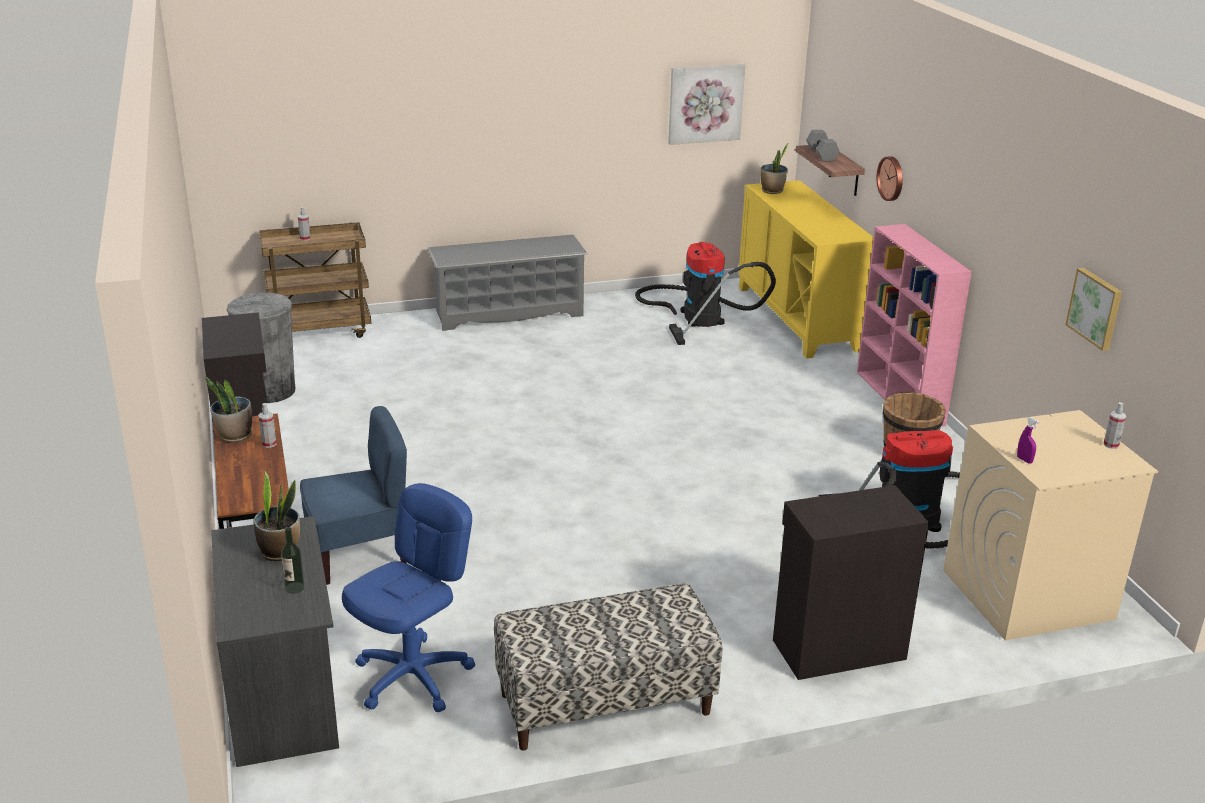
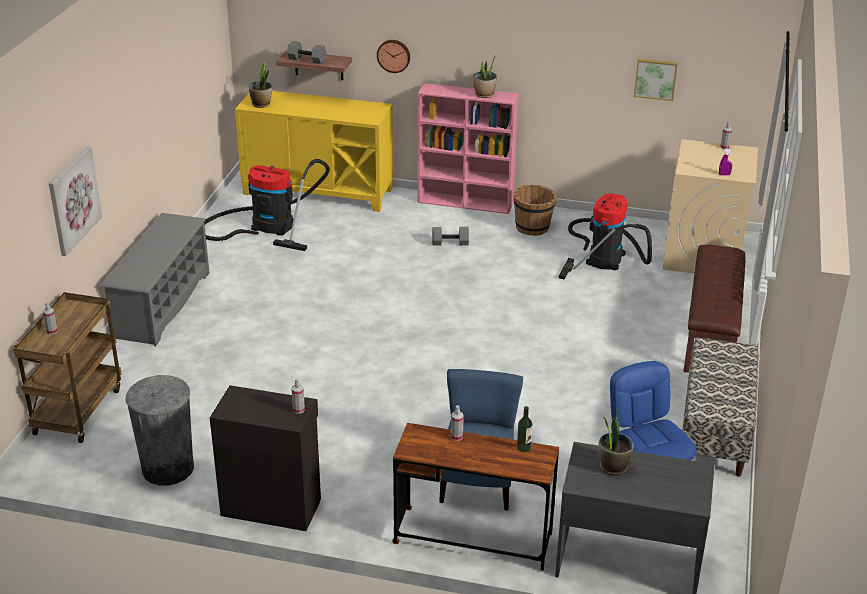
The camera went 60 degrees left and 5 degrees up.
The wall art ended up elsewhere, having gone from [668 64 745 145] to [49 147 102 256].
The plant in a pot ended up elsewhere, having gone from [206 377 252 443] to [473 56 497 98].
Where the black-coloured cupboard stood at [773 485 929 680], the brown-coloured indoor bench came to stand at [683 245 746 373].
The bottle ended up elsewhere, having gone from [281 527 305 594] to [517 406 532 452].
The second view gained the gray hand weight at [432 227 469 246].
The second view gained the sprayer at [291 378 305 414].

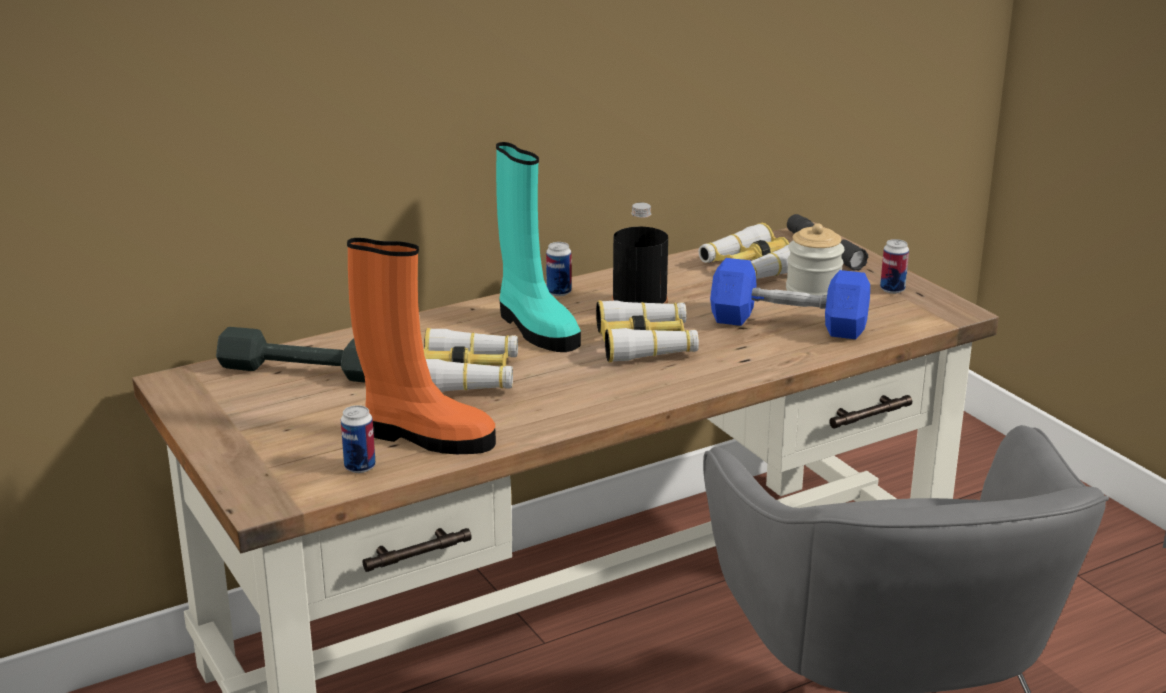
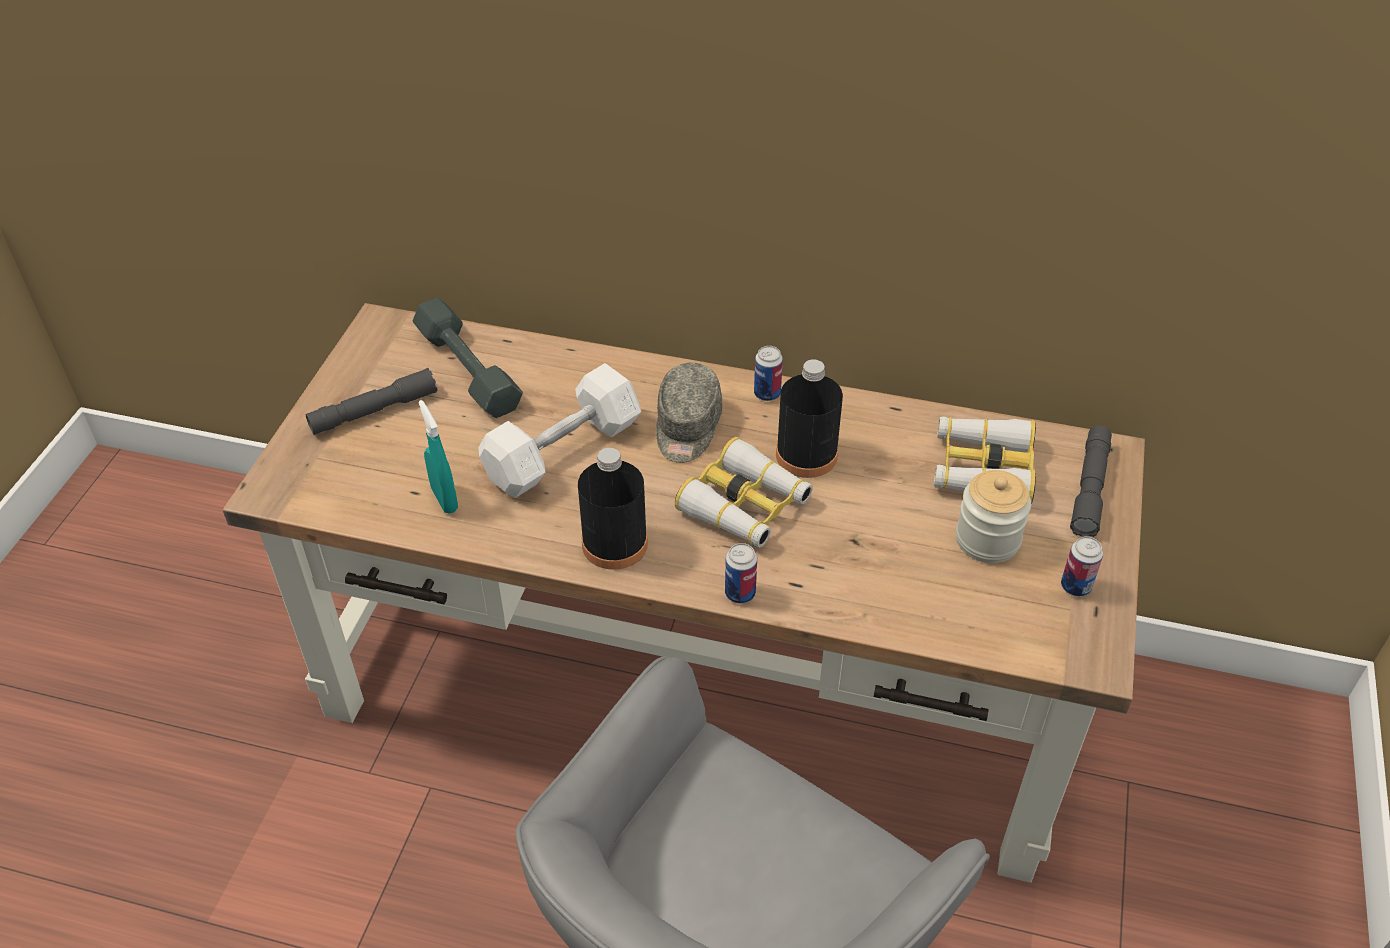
The camera went 45 degrees right and 20 degrees up.
Where the blue-green high-top boot stood at [496 142 581 352], the gray cap came to stand at [656 363 722 463].
Where the orange high-top boot stood at [347 238 496 454], the blue-green sprayer came to stand at [418 400 458 514].
The second view lost the blue hand weight at [710 258 870 339].
Where the binoculars stood at [423 328 518 392], the whitish hand weight came to stand at [478 363 641 498].
The can ended up elsewhere, having gone from [341 405 376 473] to [725 543 757 604].
The second view gained the gray hand torch at [306 368 438 435].
The second view gained the black-coloured bottle at [578 448 648 570].

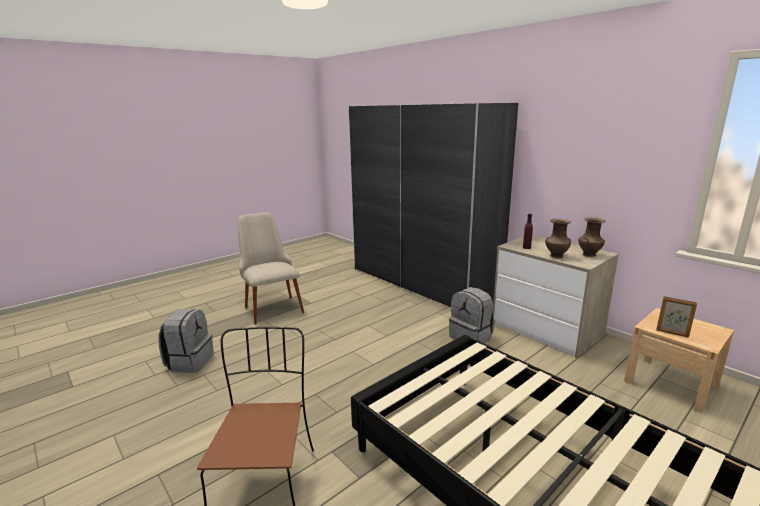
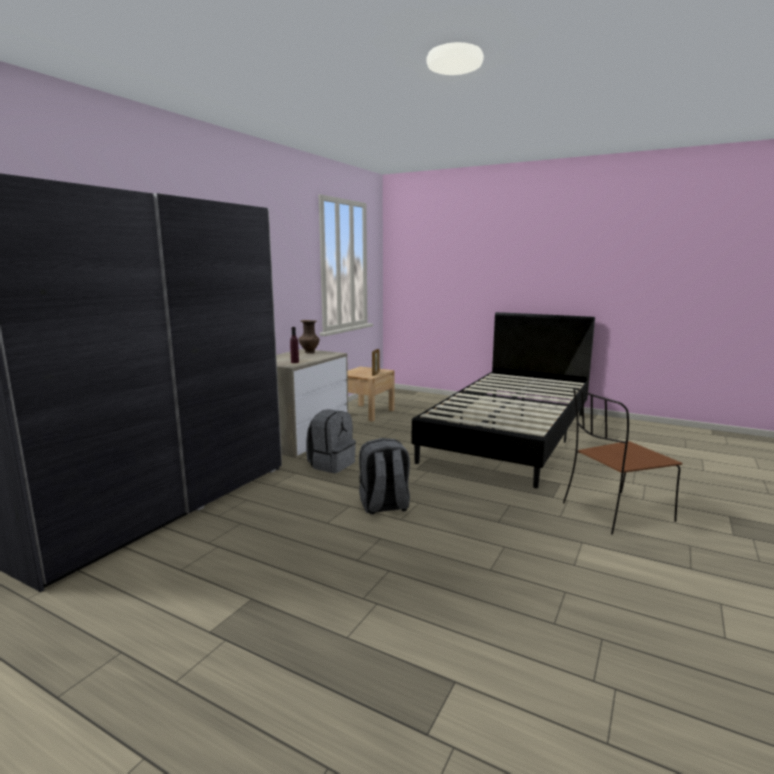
The camera went 110 degrees left and 5 degrees down.
The second view lost the beige-coloured plain chair at [238 212 304 325].
The second view lost the brown-coloured decorative vase at [545 219 571 258].
The gray backpack ended up elsewhere, having gone from [158 309 214 373] to [359 438 410 514].

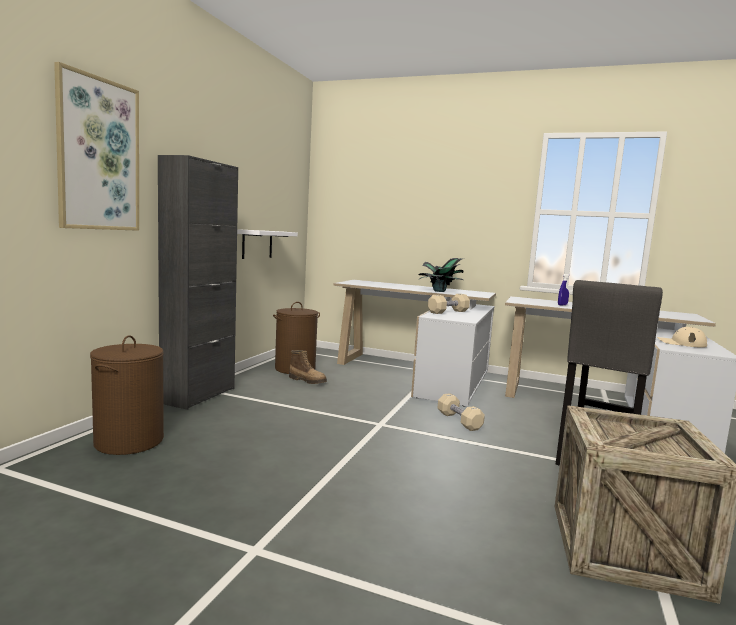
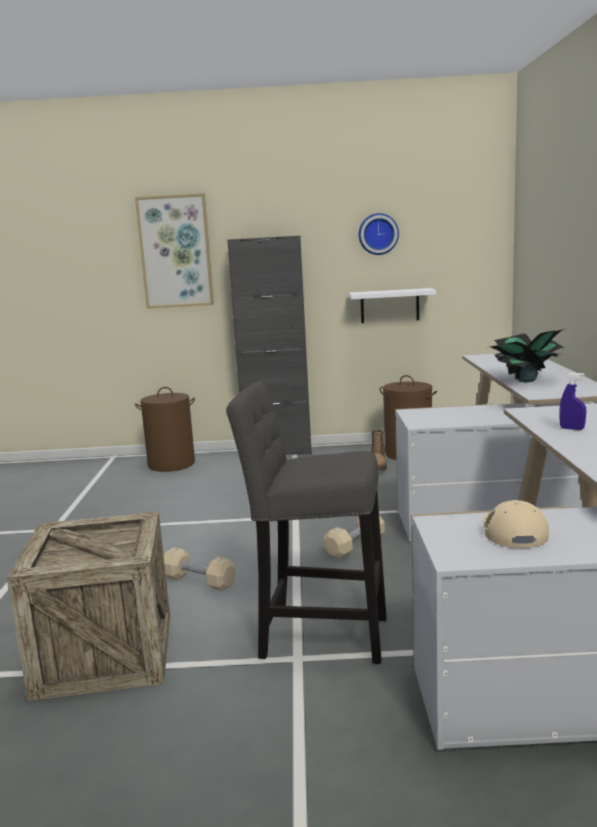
The camera went 70 degrees right and 5 degrees up.
The beige-coloured hand weight ended up elsewhere, having gone from [428 294 470 314] to [164 547 235 591].
The second view gained the wall clock at [359 213 399 255].

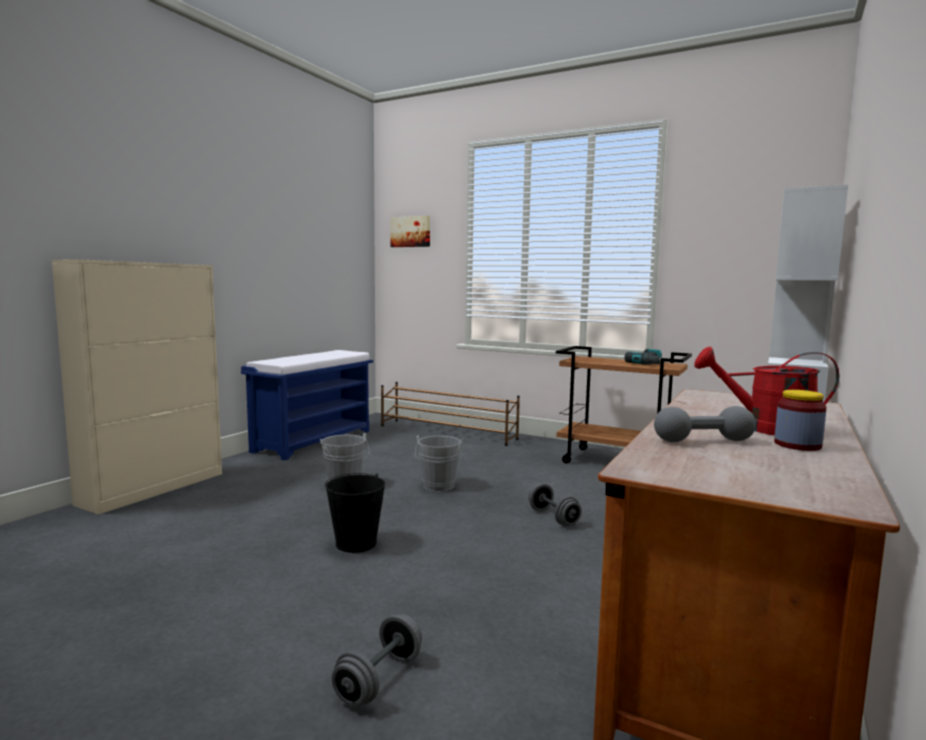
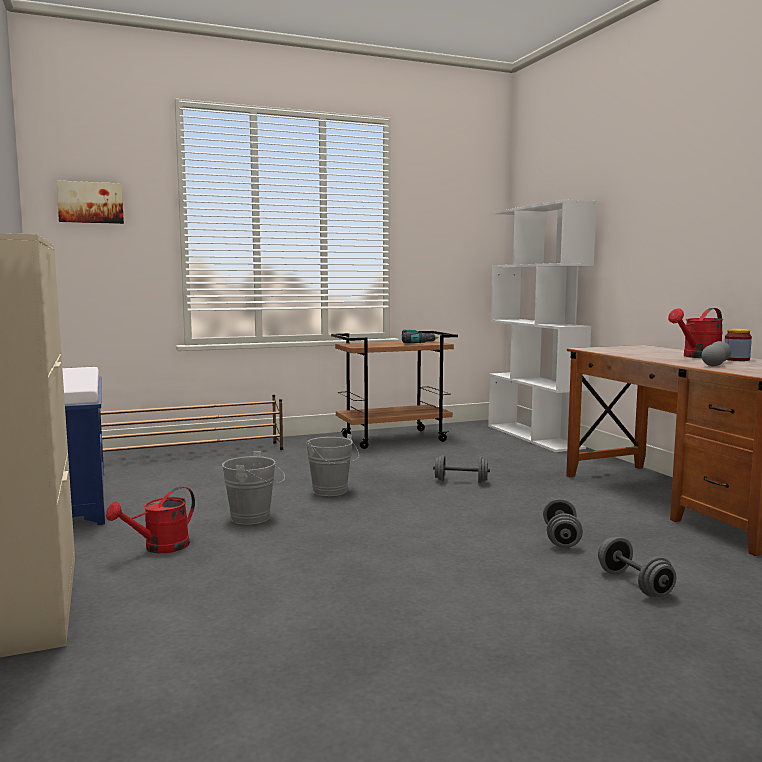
The camera went 50 degrees left and 0 degrees up.
The second view lost the black-coloured bucket at [325 473 385 553].
The second view gained the red watering pot at [106 486 195 553].
The second view gained the gray hand weight at [543 498 583 548].

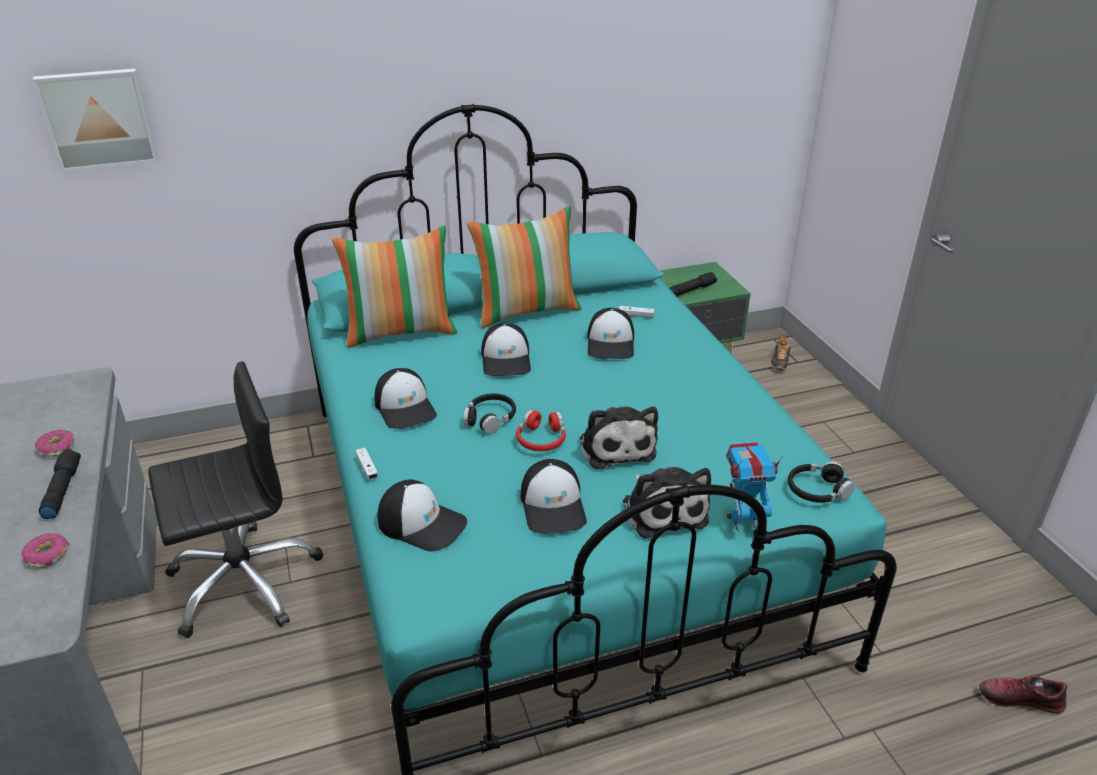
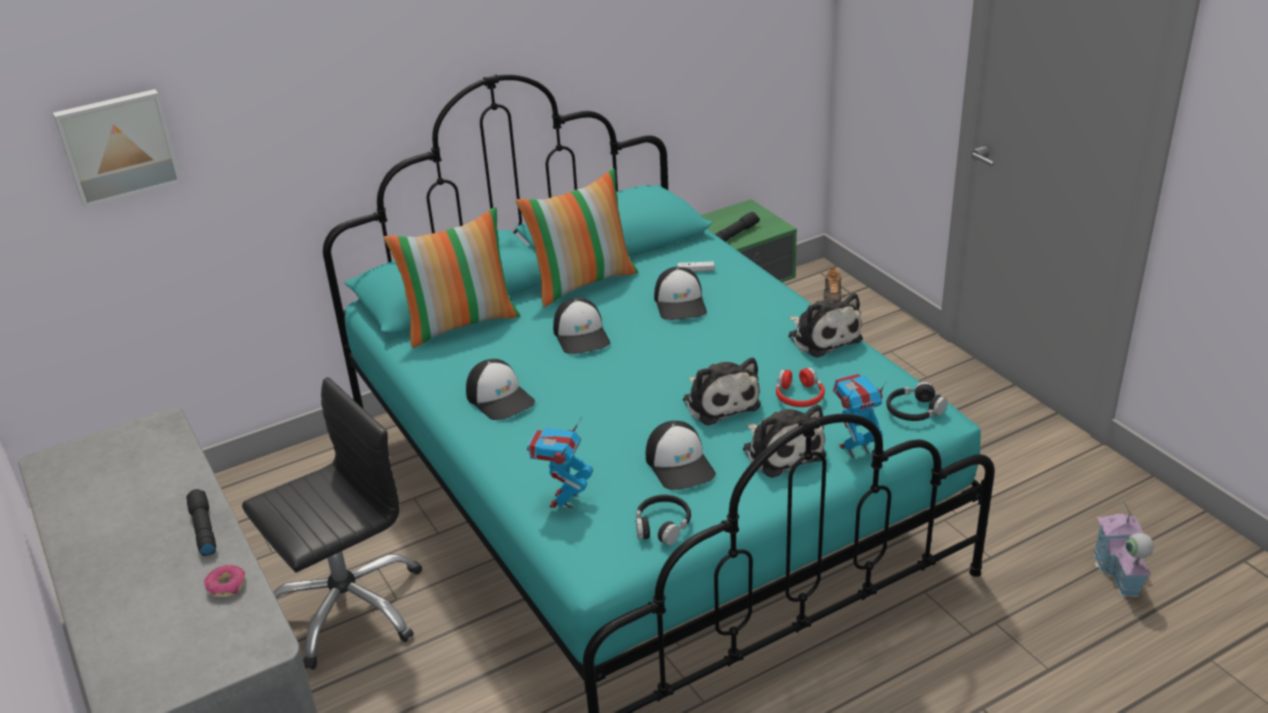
The camera went 10 degrees left and 0 degrees up.
The black-coloured headset ended up elsewhere, having gone from [463 393 516 434] to [636 495 691 545].
The red headset ended up elsewhere, having gone from [516 410 566 451] to [776 367 825 407].
The second view lost the doughnut at [35 430 74 457].
The second view lost the whitish joypad at [355 447 379 480].
Where the cap stood at [378 479 467 552], the model robot came to stand at [527 417 593 508].
Where the low shoe stood at [979 674 1067 714], the miniature house came to stand at [1093 499 1154 597].
The second view gained the soft toy at [789 293 863 358].

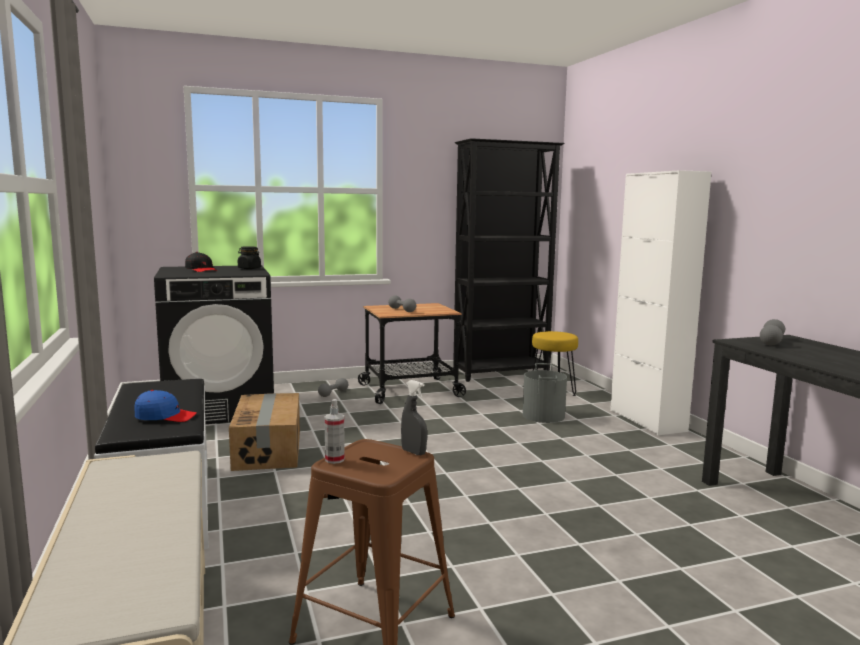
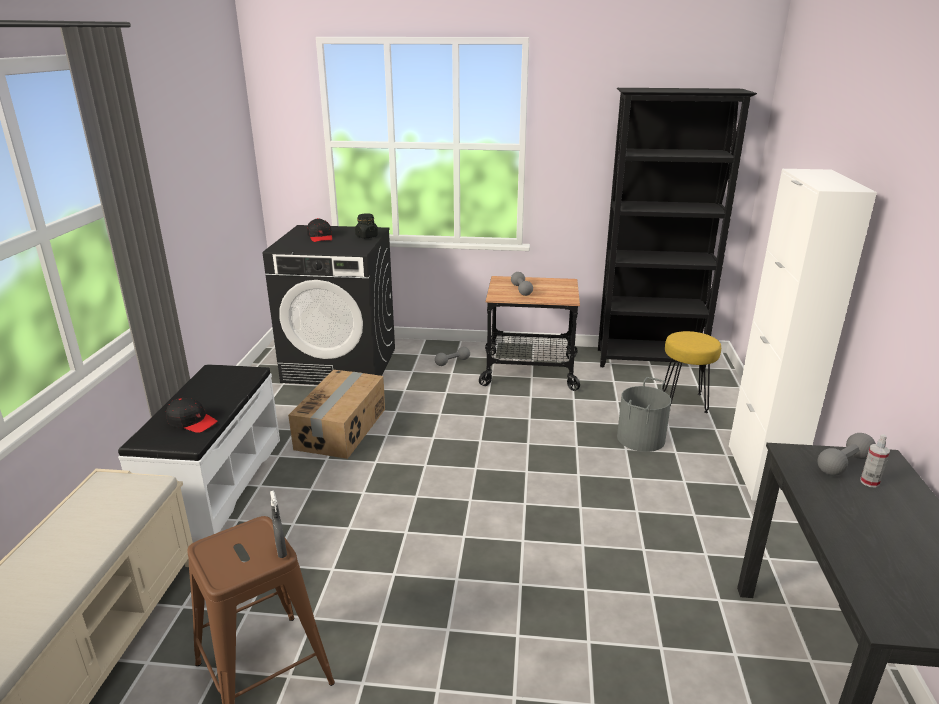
The camera went 25 degrees right and 15 degrees up.
What was the blue cap at [134 390 197 422] turned into the black-coloured cap at [166 398 217 433].
The sprayer ended up elsewhere, having gone from [324 399 345 464] to [860 434 890 487].

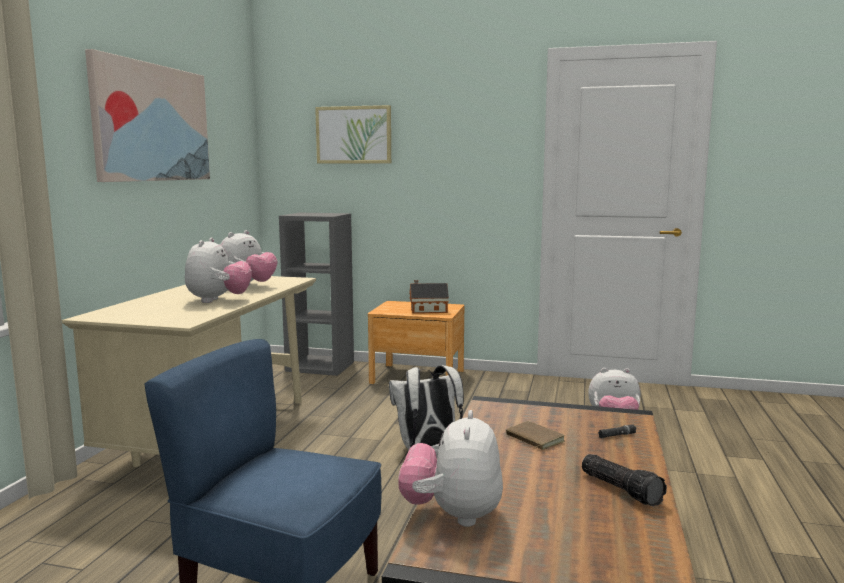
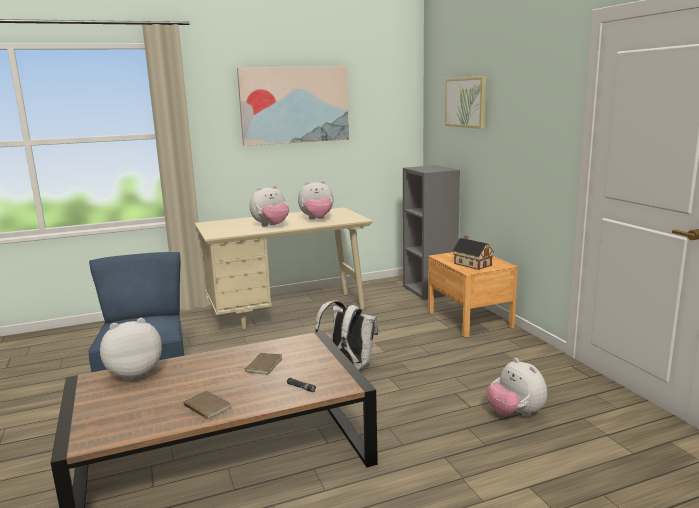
The camera went 55 degrees right and 5 degrees up.
Where the hand torch stood at [582 454 667 506], the brown-coloured book came to stand at [183 391 231 420].

